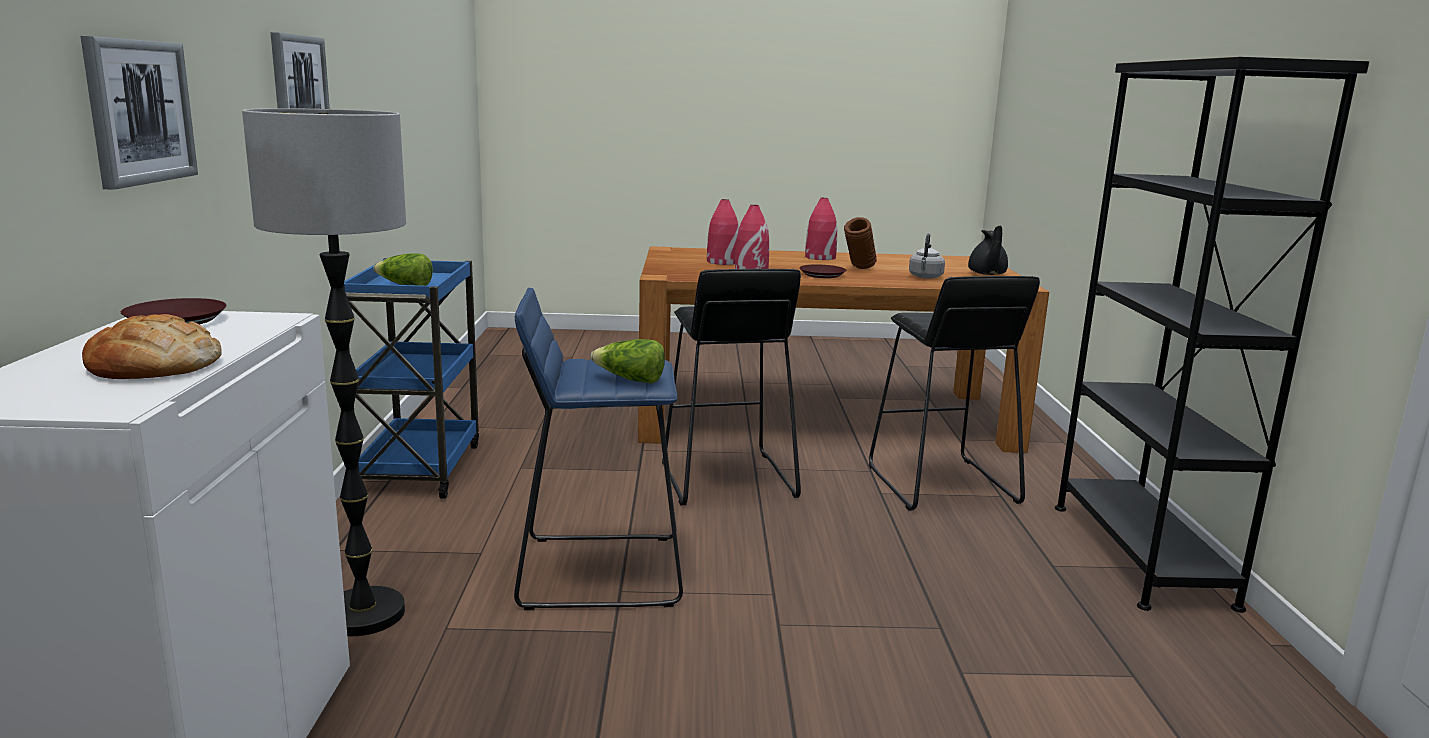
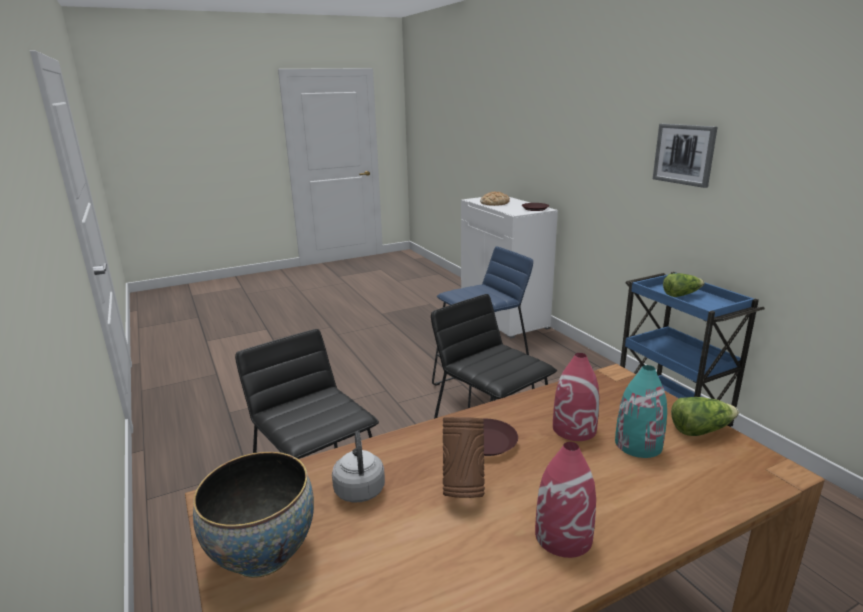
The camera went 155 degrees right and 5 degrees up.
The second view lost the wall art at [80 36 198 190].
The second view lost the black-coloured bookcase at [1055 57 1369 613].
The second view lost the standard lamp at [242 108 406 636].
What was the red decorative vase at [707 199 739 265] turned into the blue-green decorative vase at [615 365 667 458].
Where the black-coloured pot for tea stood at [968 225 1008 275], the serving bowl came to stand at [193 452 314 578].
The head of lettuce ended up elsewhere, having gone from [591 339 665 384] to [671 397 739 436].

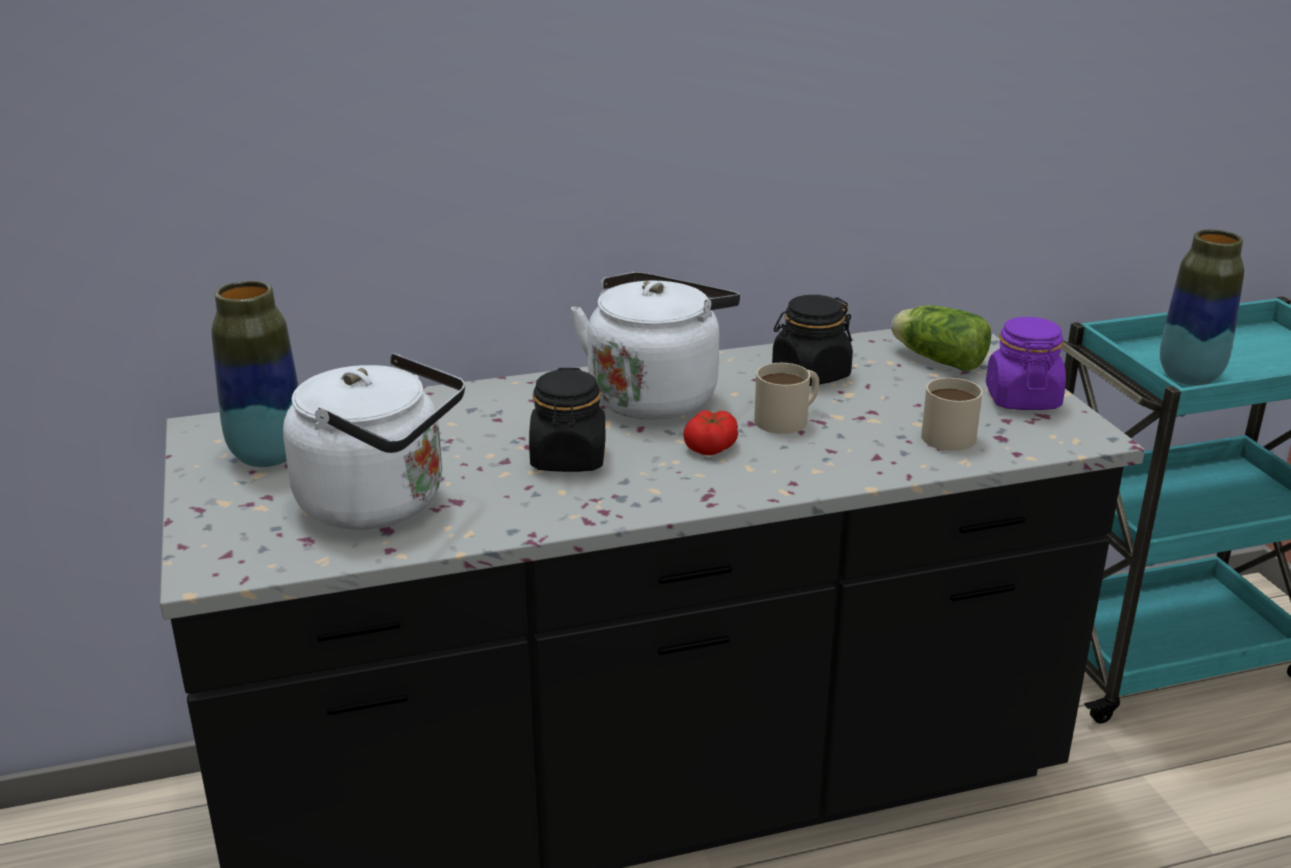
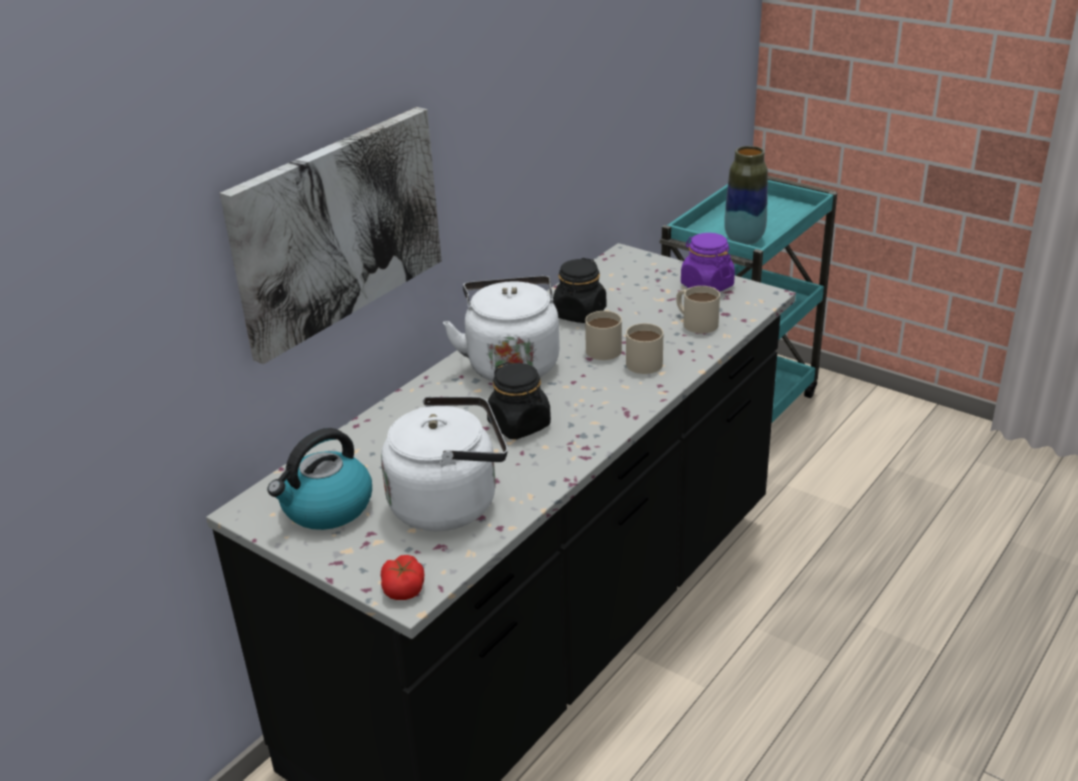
The camera went 35 degrees left and 5 degrees up.
Where the decorative vase stood at [211 281 299 467], the tea kettle came to stand at [267 428 372 530].
The second view lost the head of lettuce at [891 305 991 371].
The tomato ended up elsewhere, having gone from [683 410 738 455] to [381 555 424 600].
The second view gained the wall art at [220 107 442 364].
The second view gained the beige-coloured mug at [626 323 663 374].

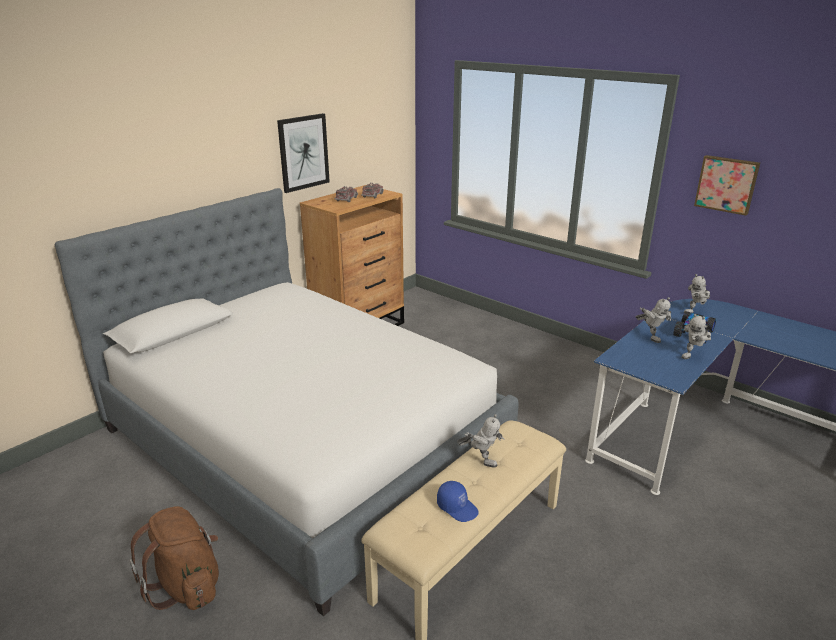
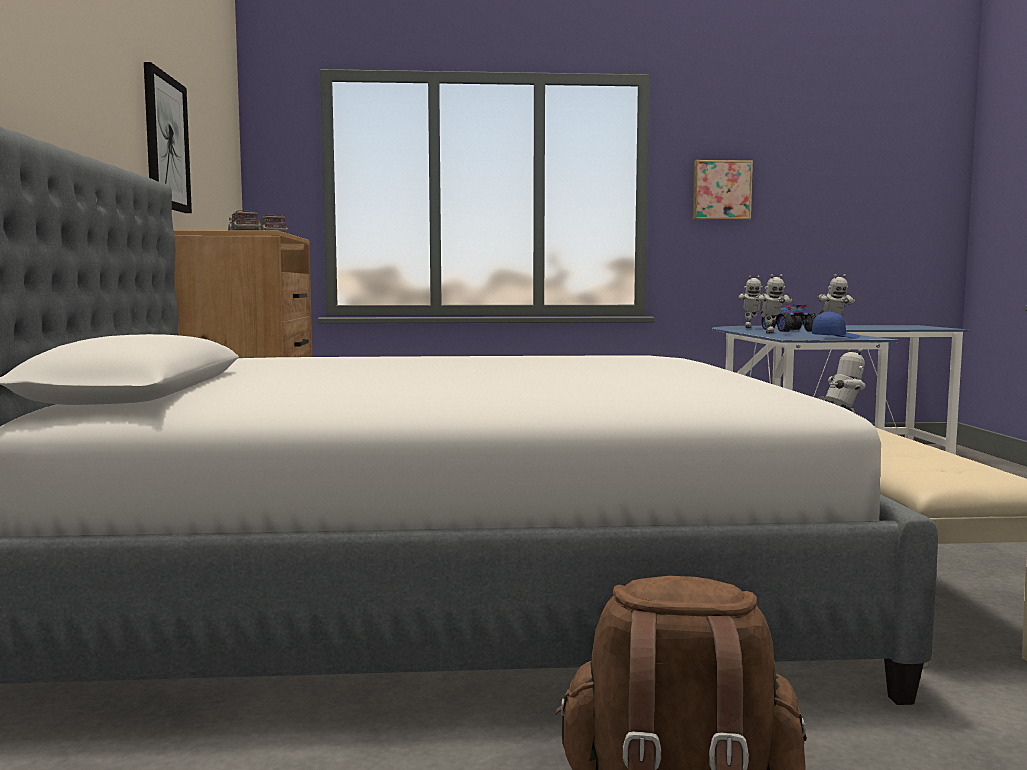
The camera went 45 degrees left and 20 degrees down.
The model robot at [636 297 671 343] ended up facing another way, 75 degrees clockwise from before.
The blue cap ended up elsewhere, having gone from [437 481 479 522] to [812 311 860 339].

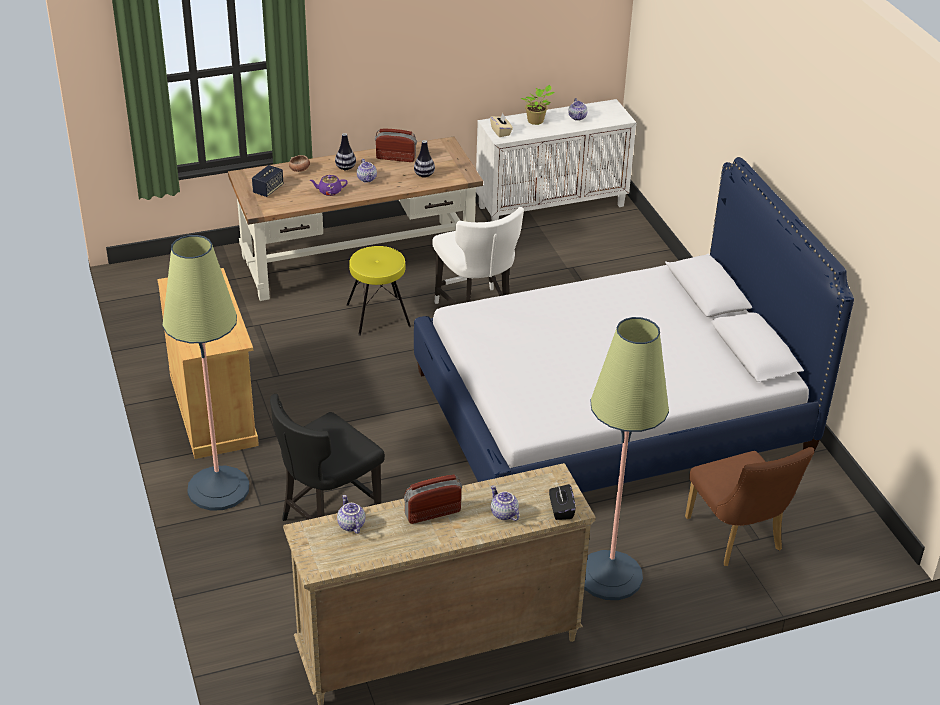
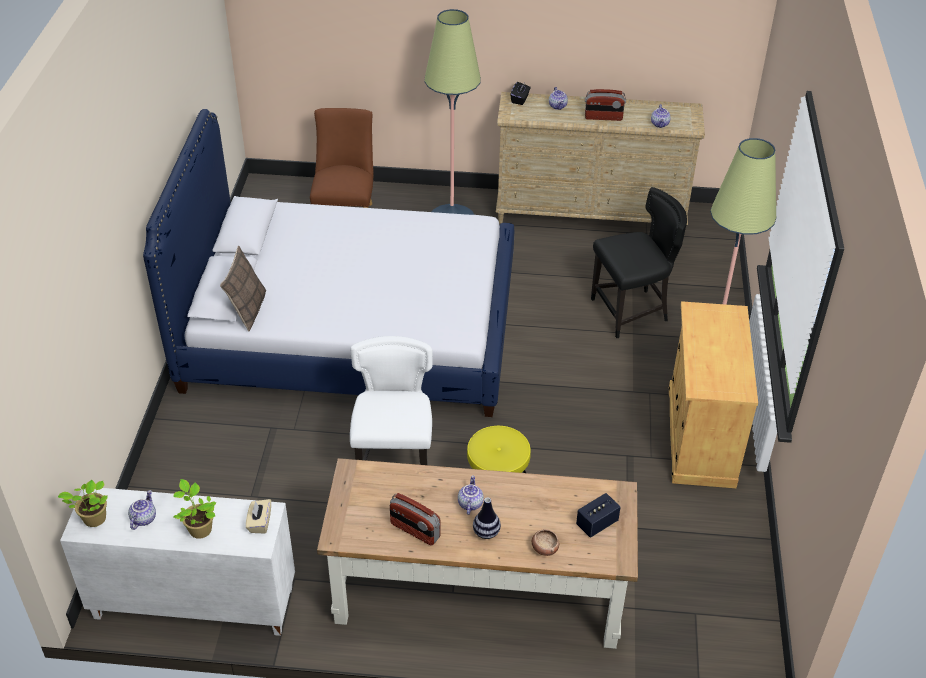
The camera went 155 degrees left and 5 degrees up.
The second view lost the decorative vase at [414 140 435 178].
The second view lost the purple pot for tea at [310 175 348 196].
The second view gained the throw pillow at [220 246 266 332].
The second view gained the plant in a pot at [58 480 108 527].

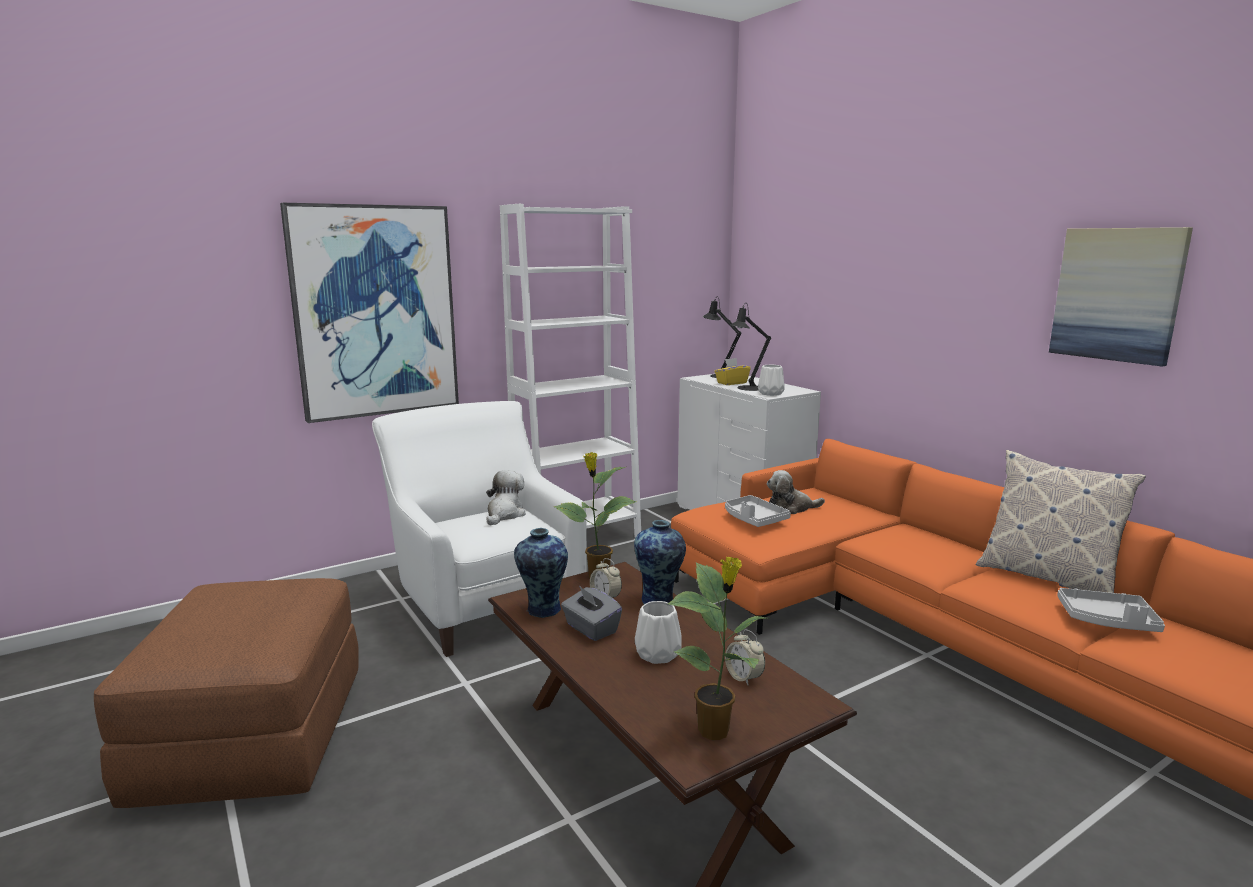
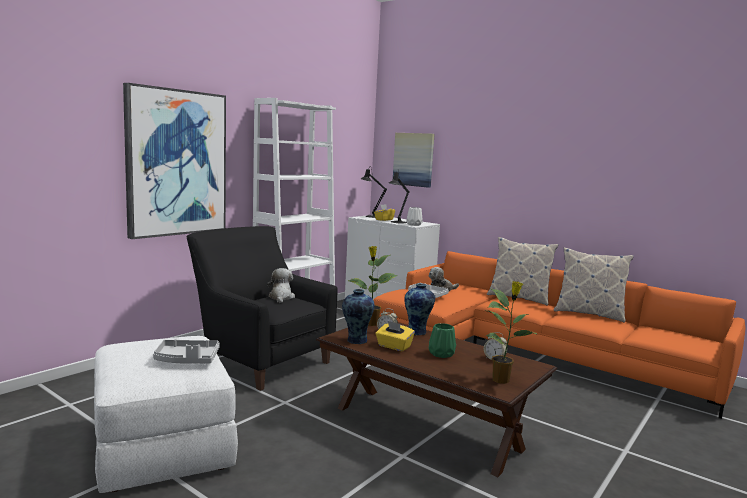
The camera went 20 degrees left and 5 degrees down.
The wall art ended up elsewhere, having gone from [1049 227 1193 366] to [393 133 435 188].
What was the whitish easy chair at [372 401 587 657] turned into the black-coloured easy chair at [186 226 338 391].
What was the brown-coloured ottoman at [94 578 359 808] turned into the whitish ottoman at [94 336 238 493].
What was the gray box of tissues at [561 586 622 641] turned into the yellowish box of tissues at [376 321 415 352].
The gray carrying tray ended up elsewhere, having gone from [1057 588 1165 632] to [153 339 220 363].
What was the whitish decorative vase at [635 601 682 664] turned into the greenish decorative vase at [429 323 456 358].
The second view gained the throw pillow at [487 237 558 306].

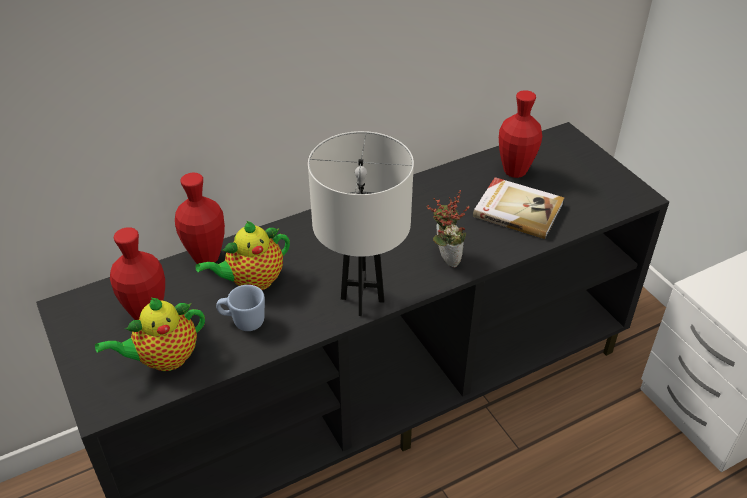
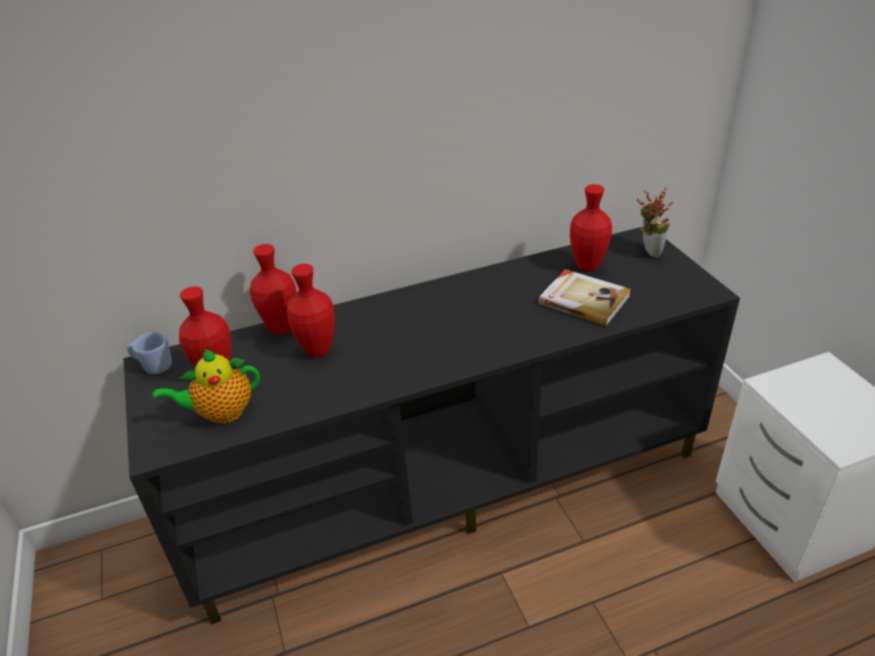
The camera went 10 degrees right and 5 degrees down.
The second view lost the whitish table lamp at [308 131 414 316].
The plant in a pot ended up elsewhere, having gone from [426 190 470 268] to [637 187 673 258].
Where the pot for tea stood at [195 221 290 290], the red decorative vase came to stand at [287 264 335 358].
The blue mug ended up elsewhere, having gone from [216 285 265 331] to [127 332 172 374].

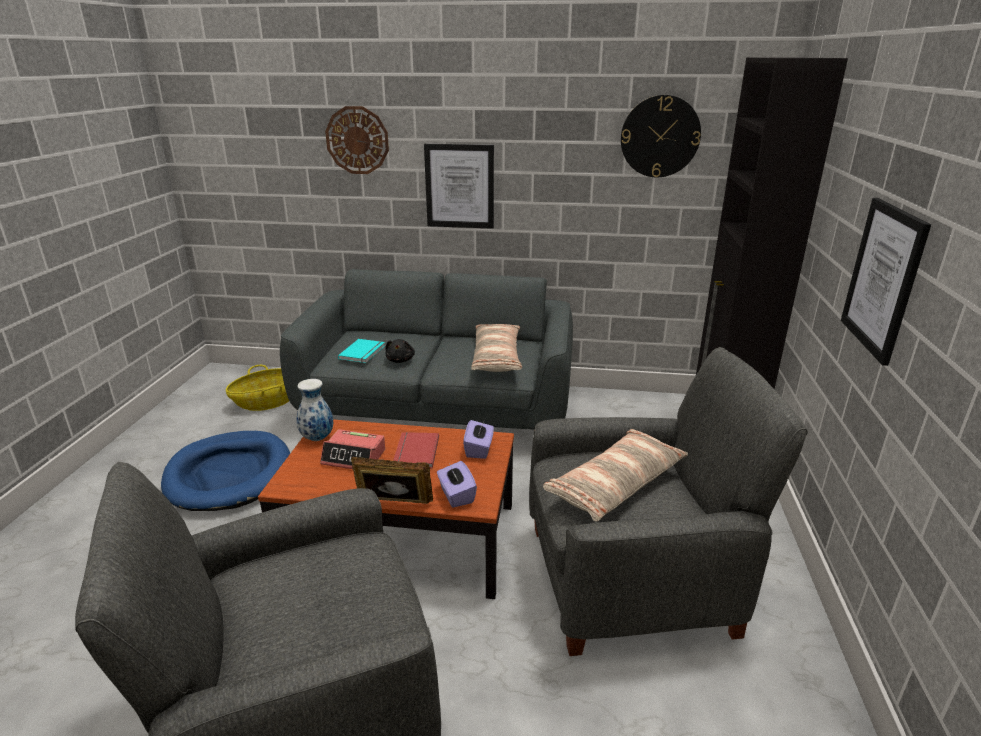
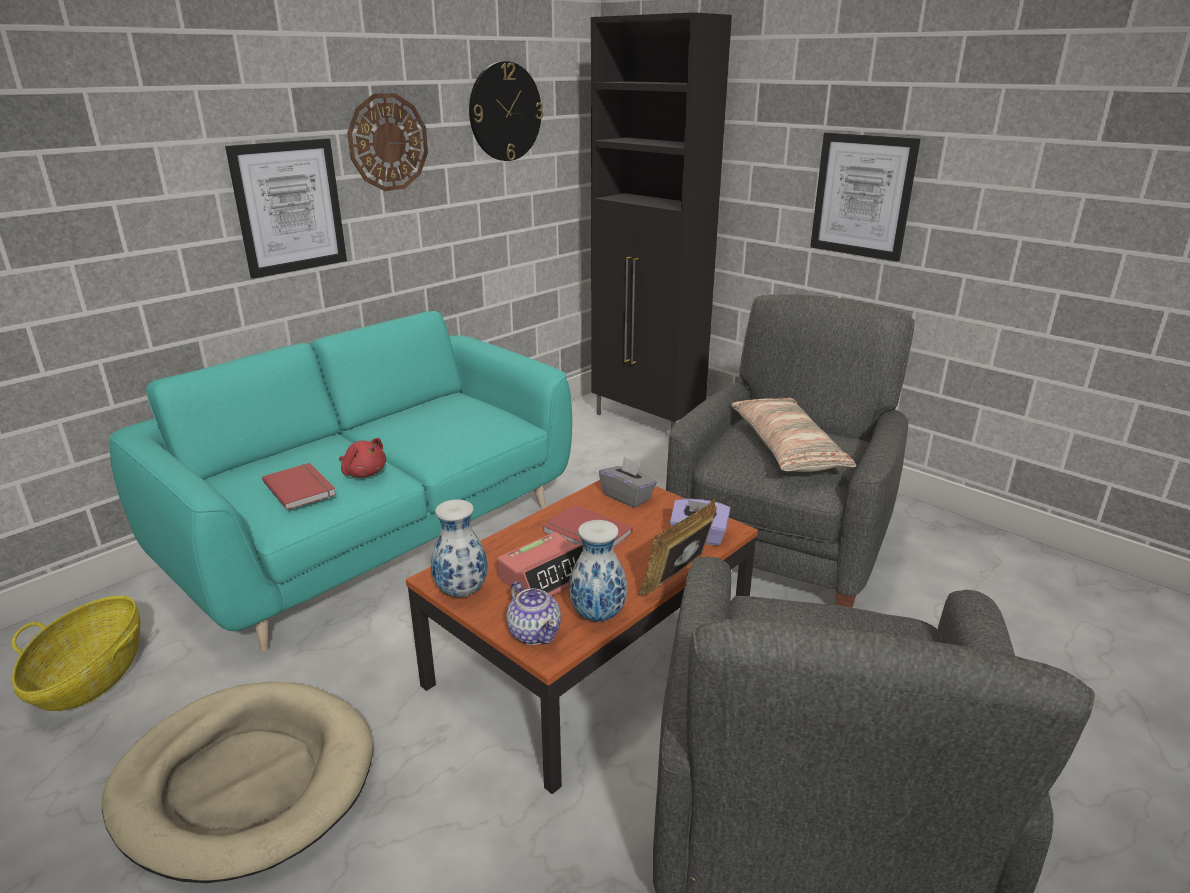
The camera went 55 degrees left and 0 degrees up.
The wall clock ended up elsewhere, having gone from [325 106 389 174] to [347 93 428 191].
What was the gray settee at [280 269 573 430] turned into the blue-green settee at [110 311 572 652].
The second view lost the throw pillow at [471 324 522 372].
What was the blue-green book at [338 339 385 363] turned into the red book at [262 463 336 510].
What was the black-coloured soft toy at [385 339 415 363] turned into the red soft toy at [339 438 386 477].
What was the purple box of tissues at [463 420 494 459] turned into the gray box of tissues at [599 457 657 508].
What was the blue dog bed at [161 431 290 511] turned into the beige-coloured dog bed at [102 682 373 883].
The second view gained the decorative vase at [569 520 627 622].
The second view gained the pot for tea at [506 582 561 645].

